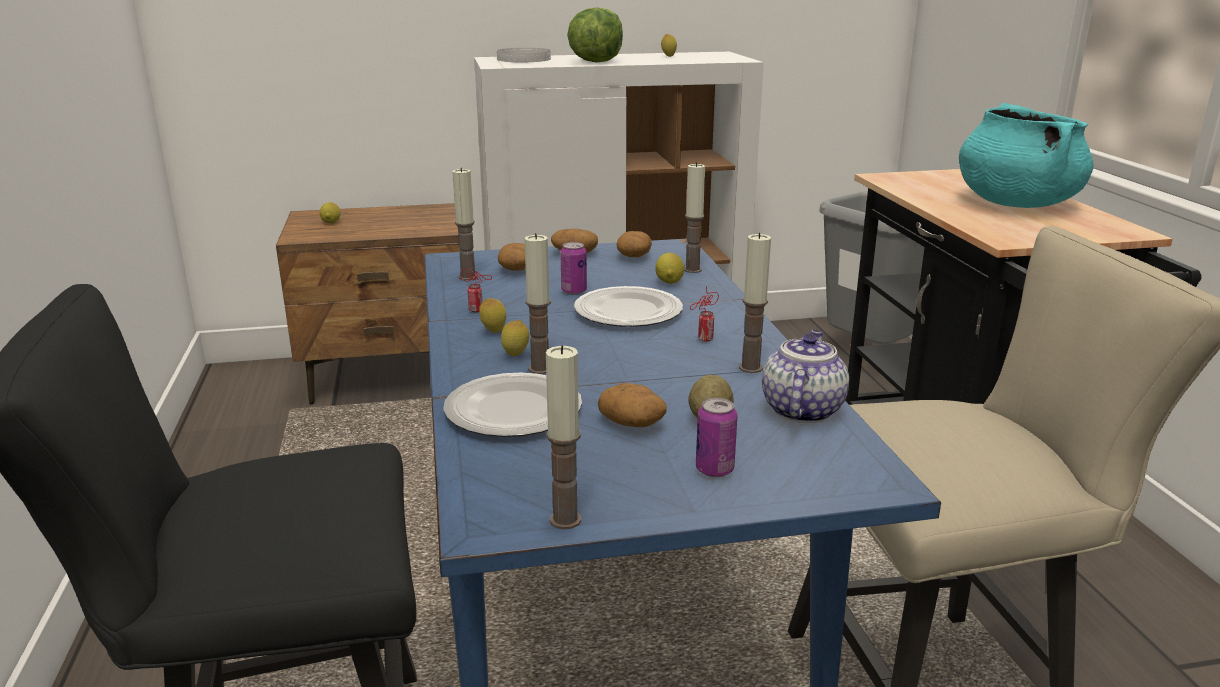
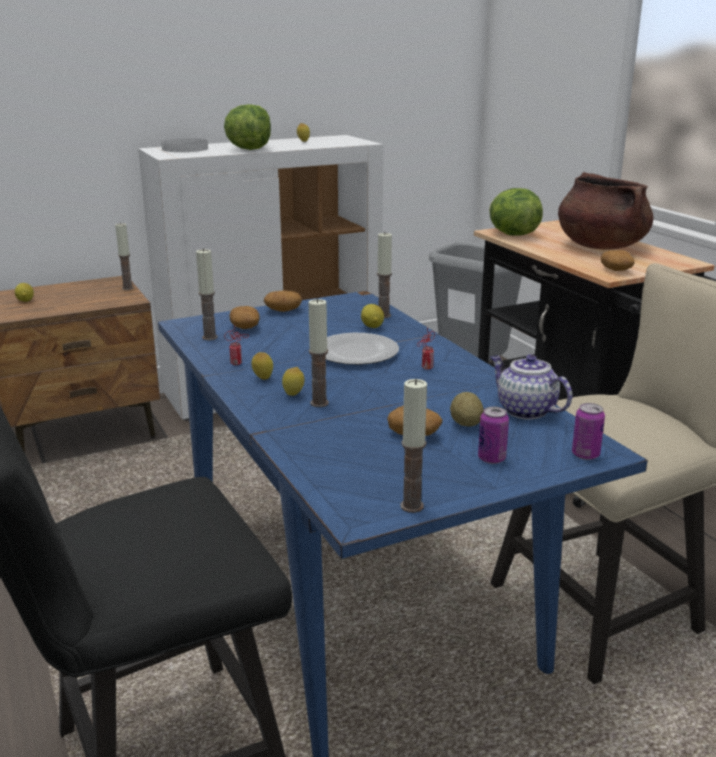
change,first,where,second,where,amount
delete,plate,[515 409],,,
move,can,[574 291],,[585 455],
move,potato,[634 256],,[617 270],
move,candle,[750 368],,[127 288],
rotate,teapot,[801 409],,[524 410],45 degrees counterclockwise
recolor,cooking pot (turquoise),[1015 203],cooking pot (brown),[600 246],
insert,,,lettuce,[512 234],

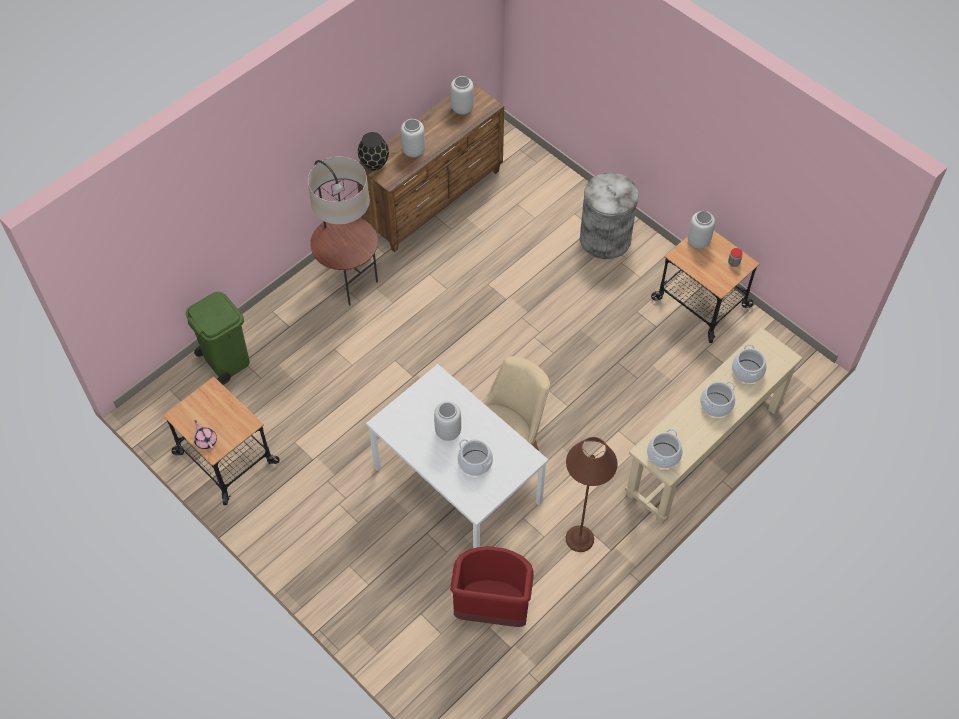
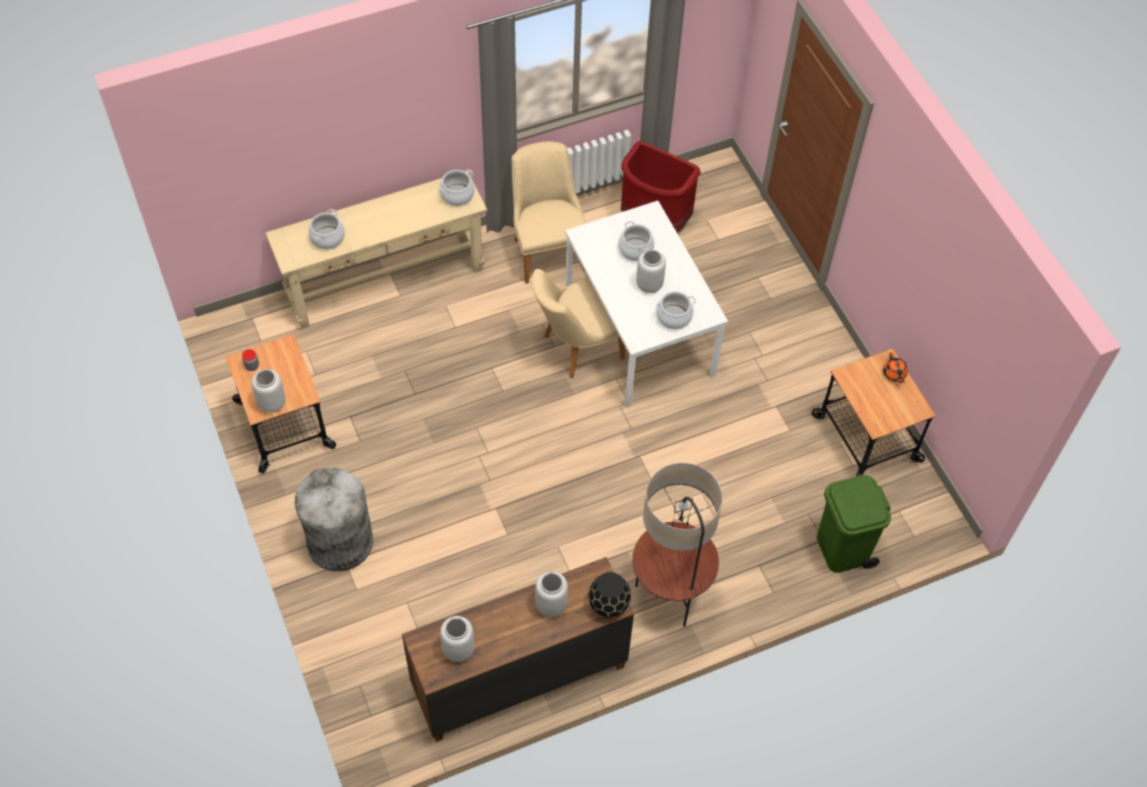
change,first,where,second,where,amount
recolor,teapot (pink),[206 440],teapot (orange),[894 374],
replace,floor lamp (brown),[579 539],chair (beige),[546 248],
move,cooking pot,[716 404],,[673 317],

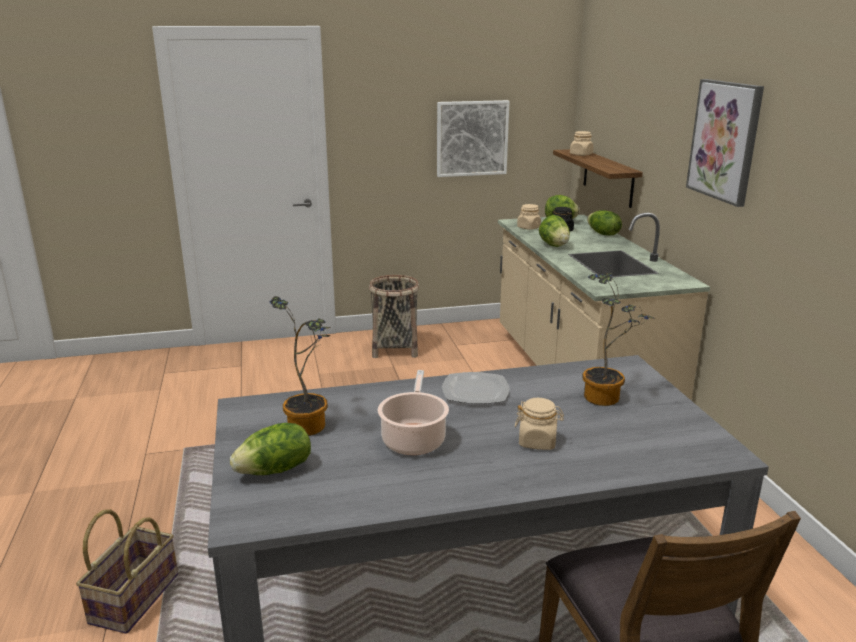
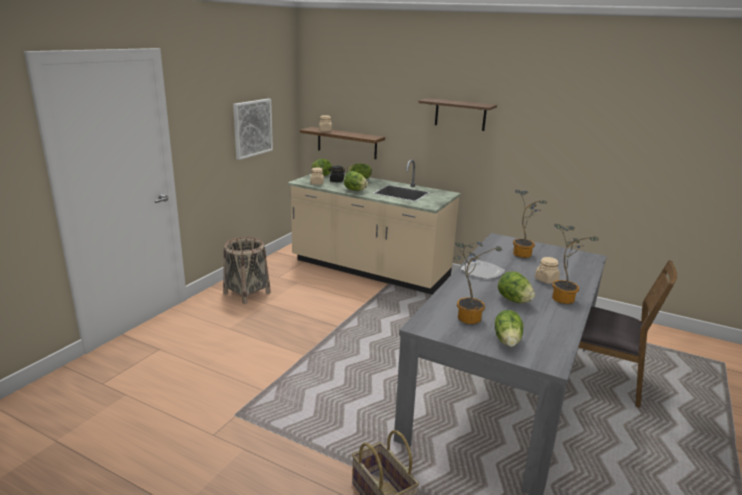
change,first,where,second,where,amount
replace,cooking pot,[414 439],lettuce,[513 300],
replace,picture,[725 141],shelf,[460 114],
insert,,,potted plant,[563 297],

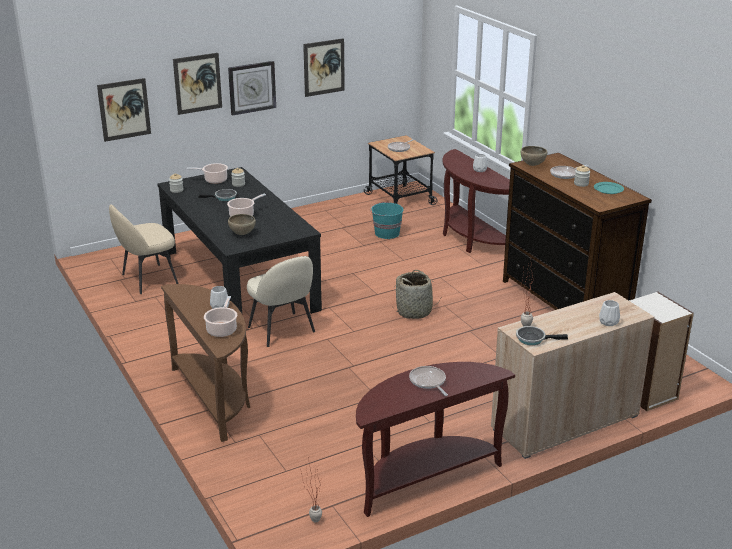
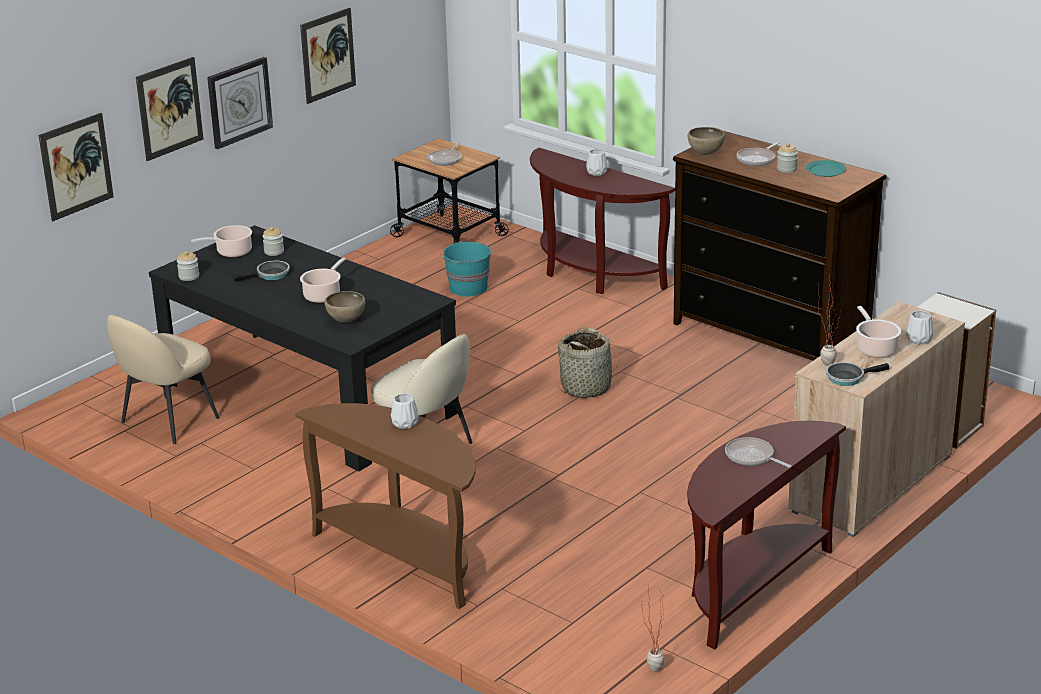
change,first,where,second,where,amount
move,cooking pot,[222 329],,[875 349],

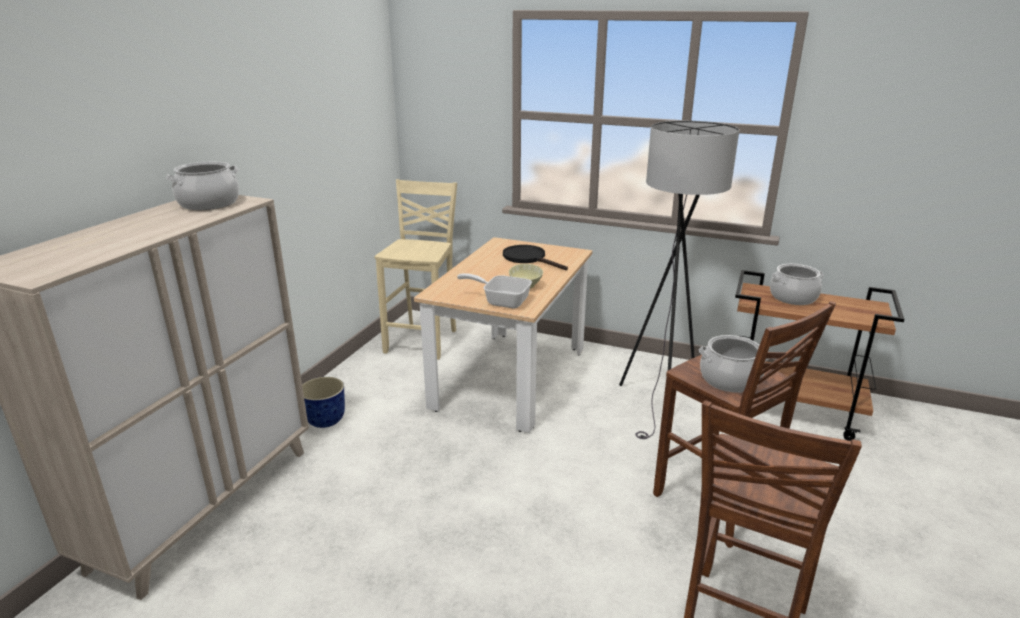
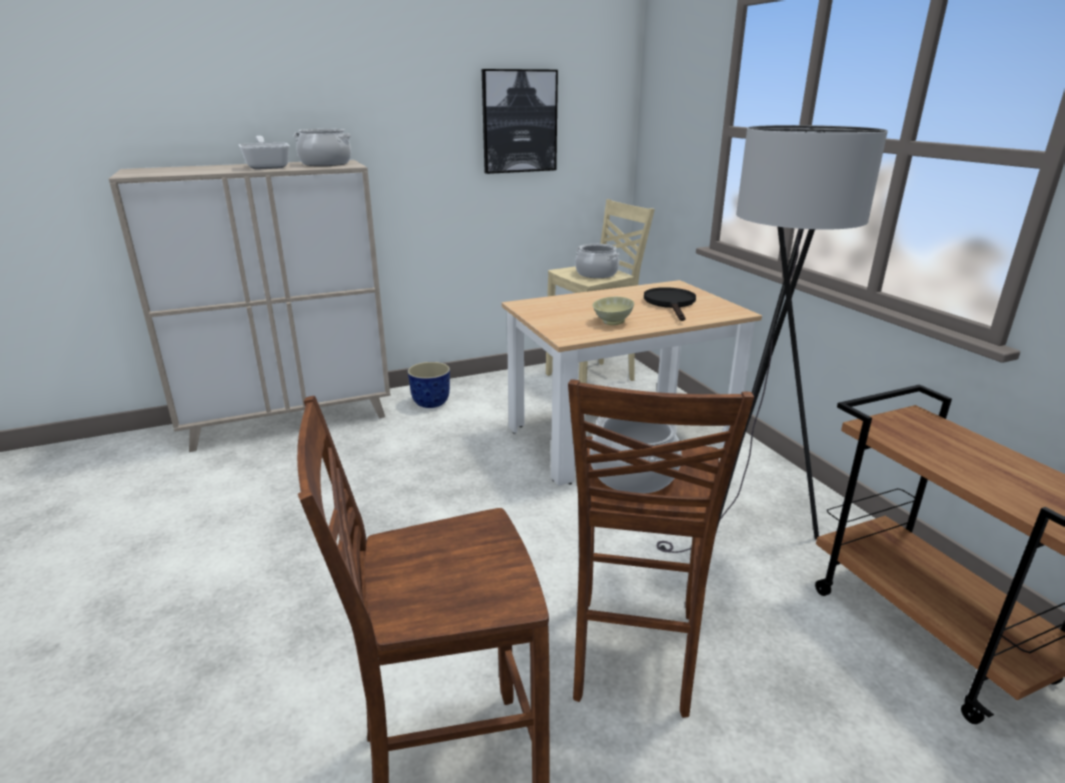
change,first,where,second,where,amount
move,frying pan,[501 301],,[268 167],
move,cooking pot,[793 297],,[596 274],
insert,,,picture,[519 121],

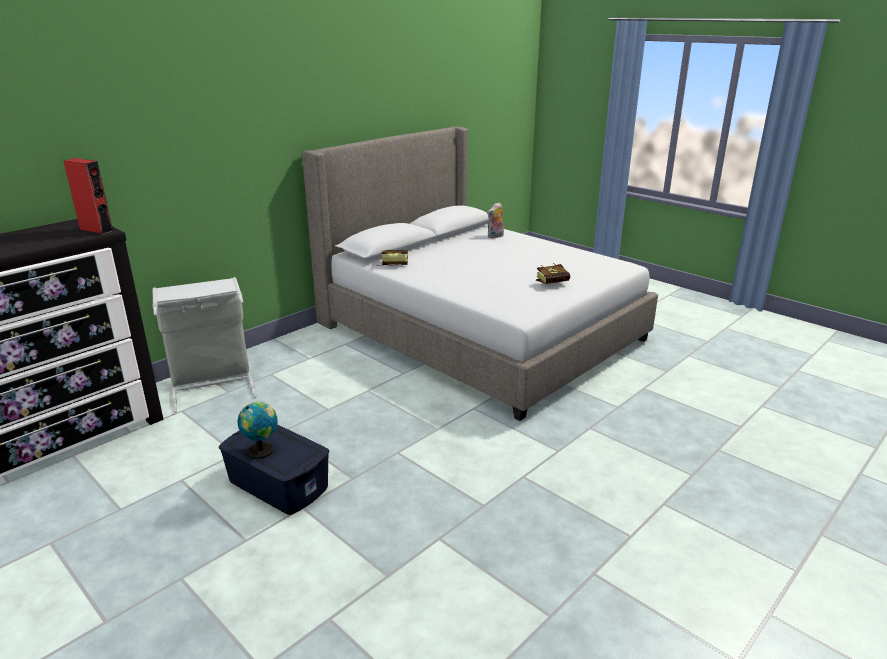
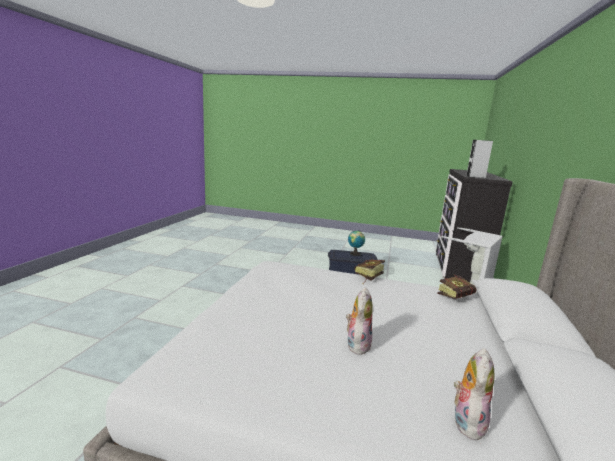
change,first,where,second,where,amount
recolor,speaker (red),[96 230],speaker (grey),[475 177],
move,book,[555 284],,[367 277],
insert,,,plush toy,[357 344],

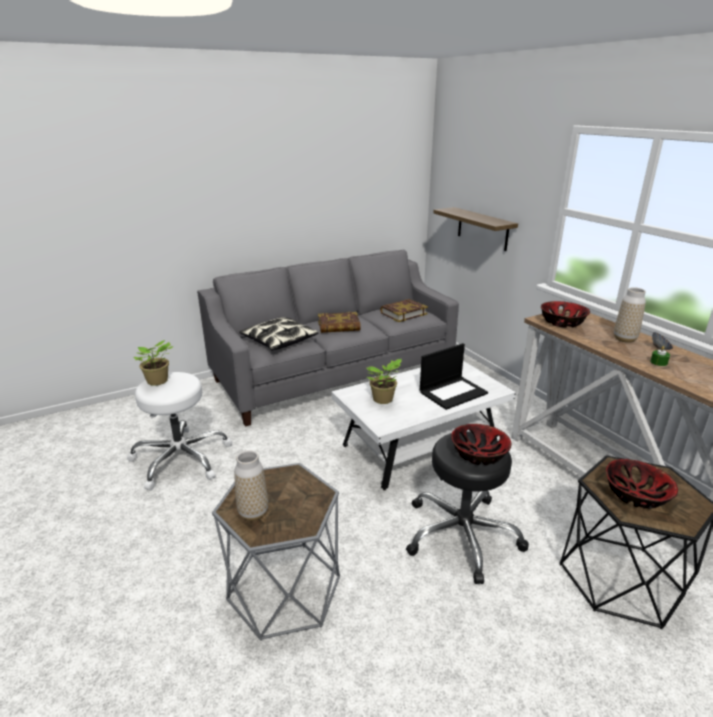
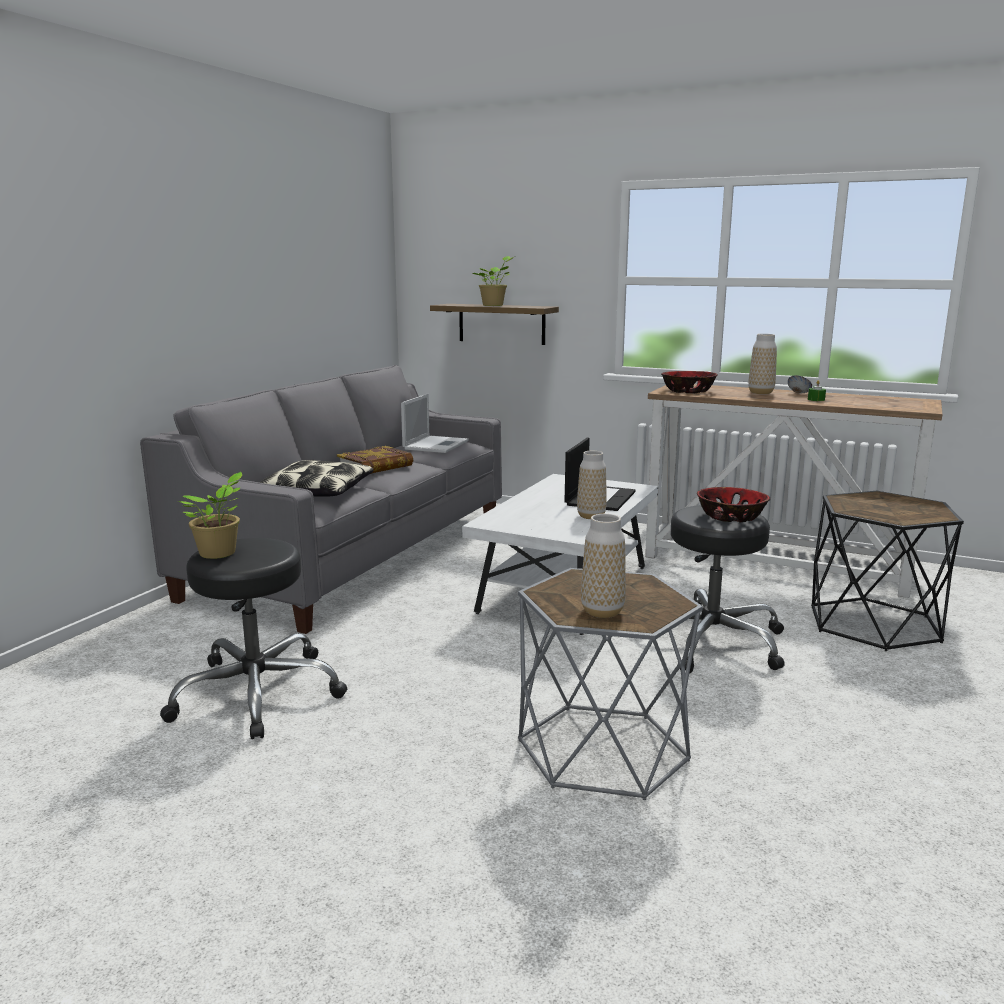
change,first,where,second,where,amount
recolor,stool (white),[181 459],stool (black),[257 693],
move,potted plant,[384 400],,[494 305],
replace,book,[403 313],laptop,[436 445],
delete,bowl,[636 495],,,
insert,,,vase,[591 516],

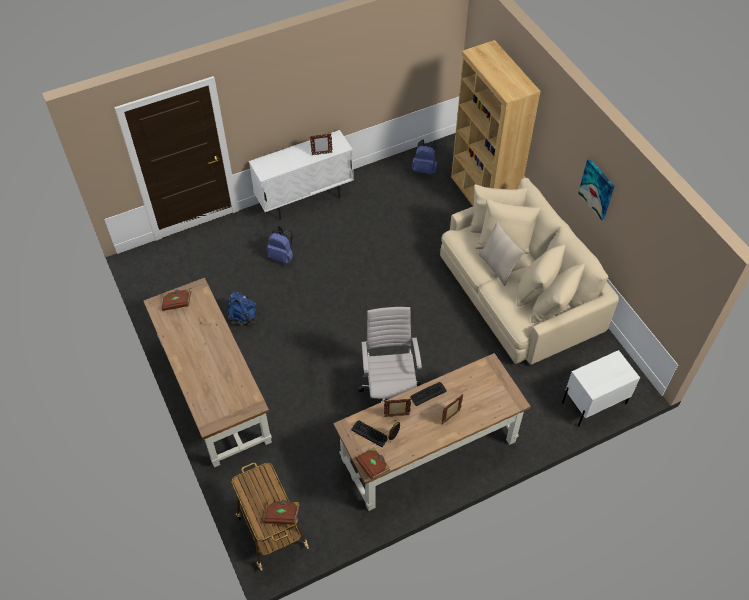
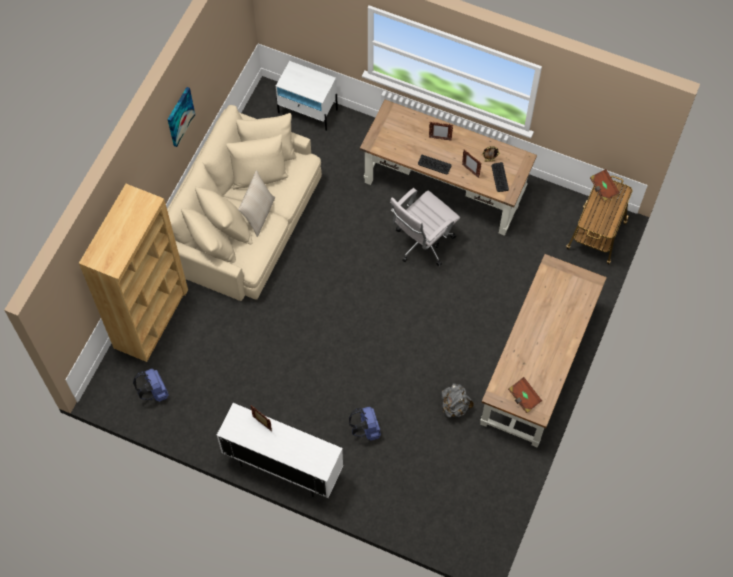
change,first,where,second,where,amount
recolor,backpack (blue),[242 316],backpack (grey),[454 406],
delete,book (brown),[373 466],,,

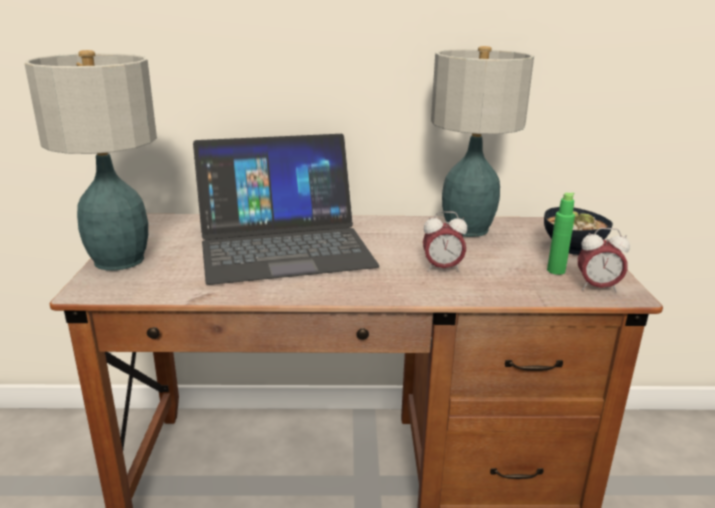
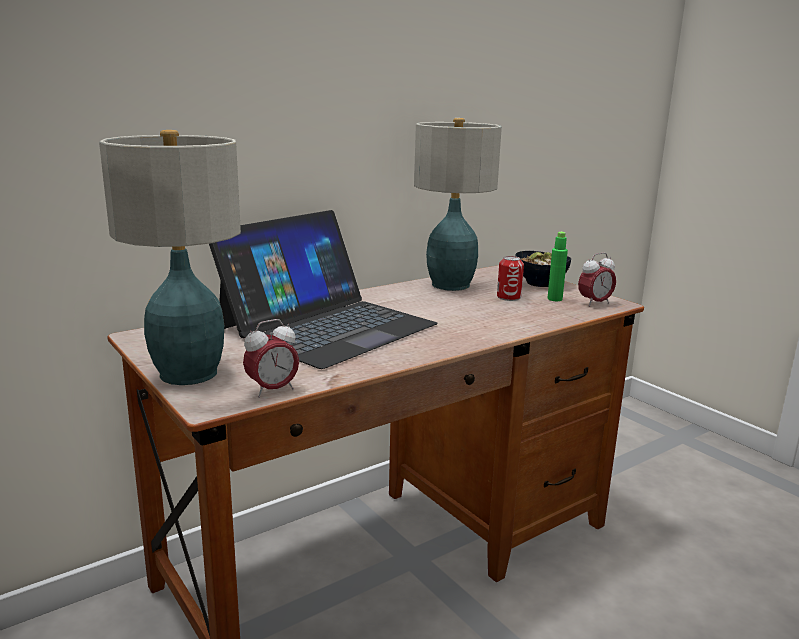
change,first,where,second,where,amount
move,alarm clock,[442 269],,[272 390],
insert,,,can,[508 297],

